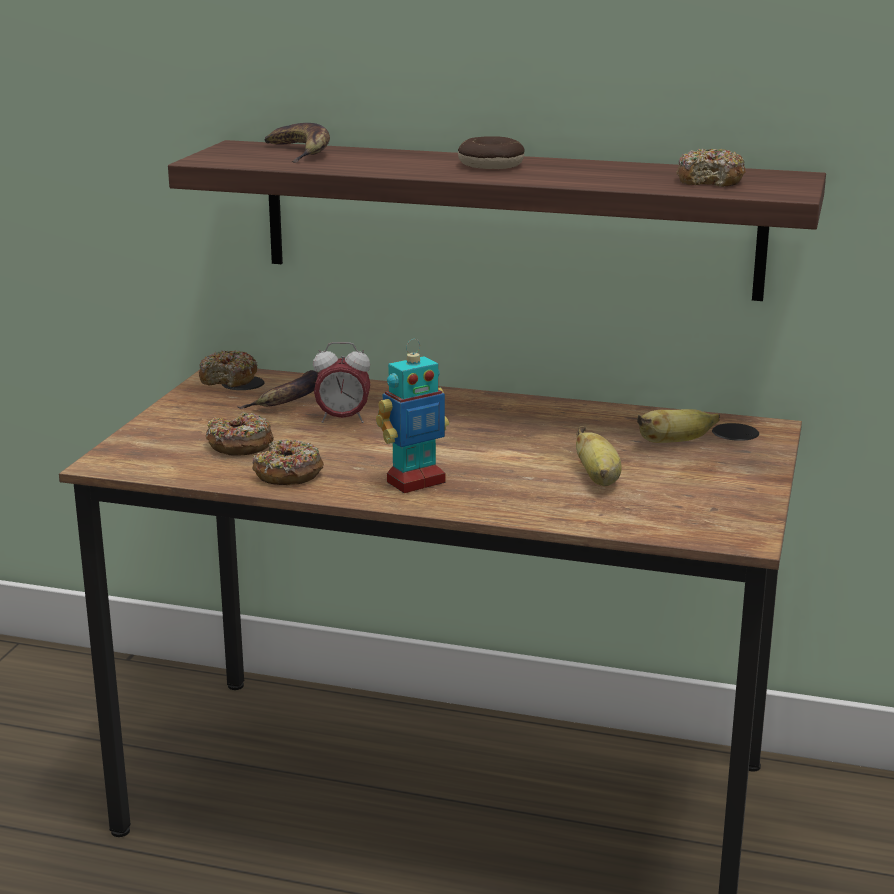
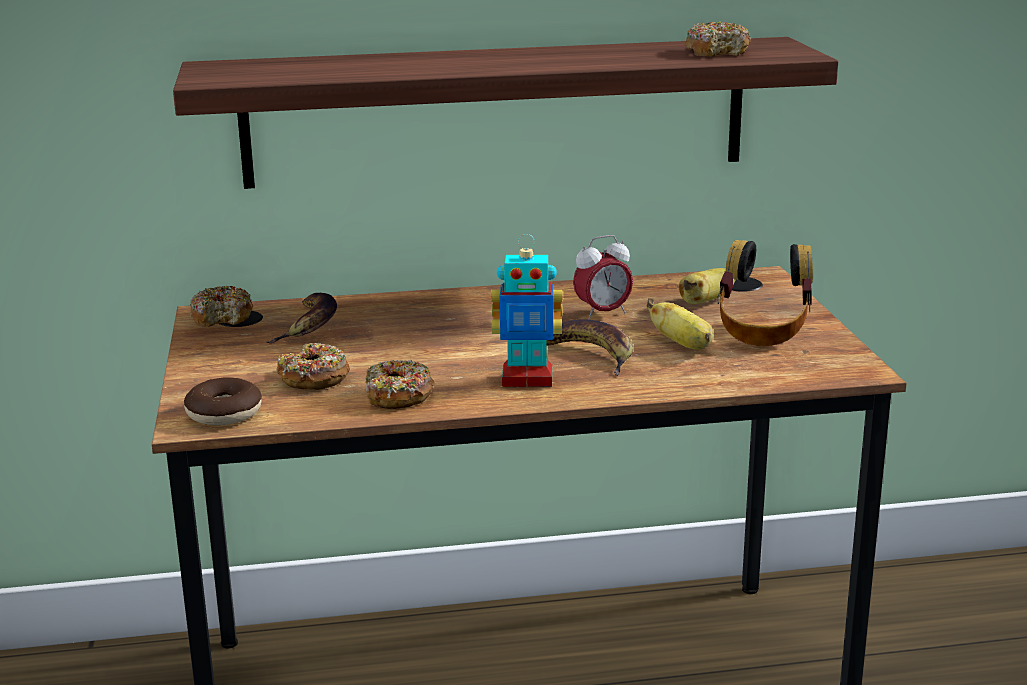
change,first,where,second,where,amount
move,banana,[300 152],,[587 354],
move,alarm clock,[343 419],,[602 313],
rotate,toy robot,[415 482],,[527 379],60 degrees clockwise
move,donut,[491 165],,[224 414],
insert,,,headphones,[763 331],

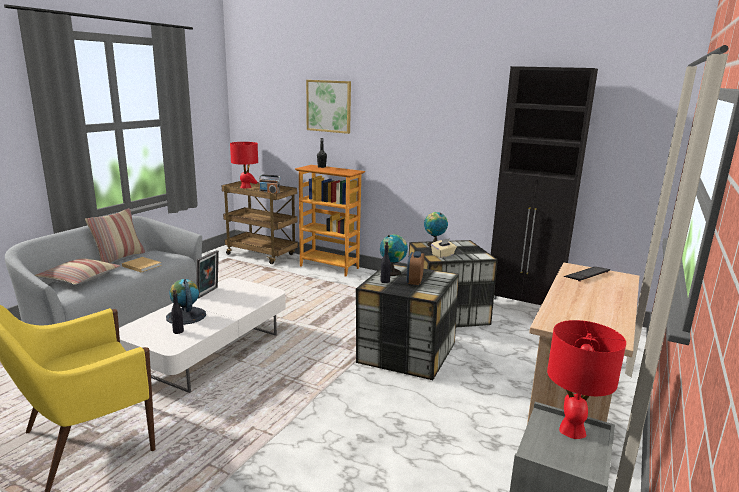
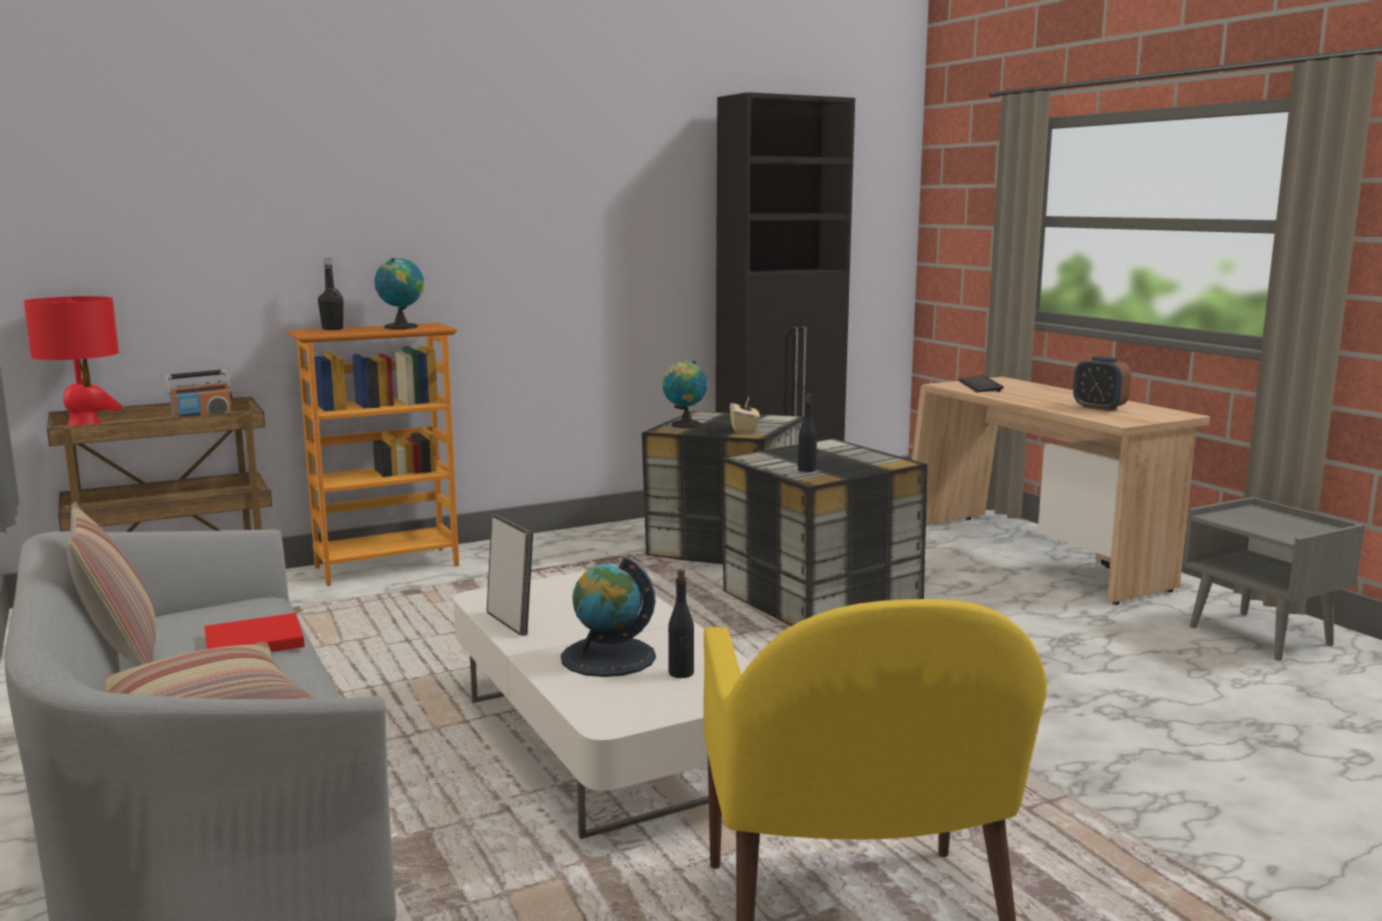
change,first,where,second,where,amount
recolor,book (beige),[141 265],book (red),[250 641],
delete,picture,[329 106],,,
move,globe,[392 272],,[402 327],
move,alarm clock,[414 281],,[1099 408],
delete,table lamp (red),[572 430],,,

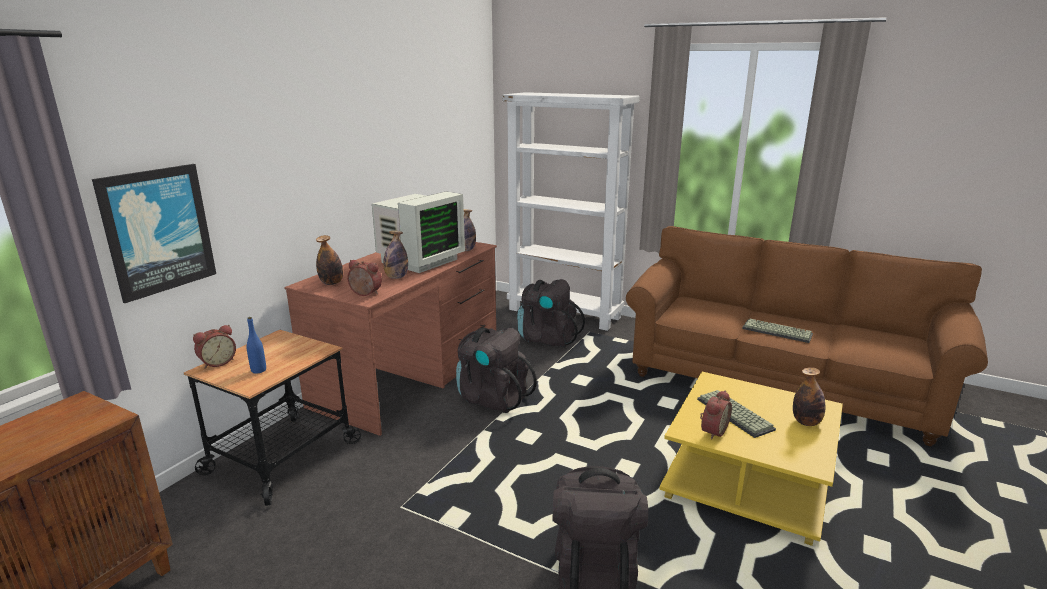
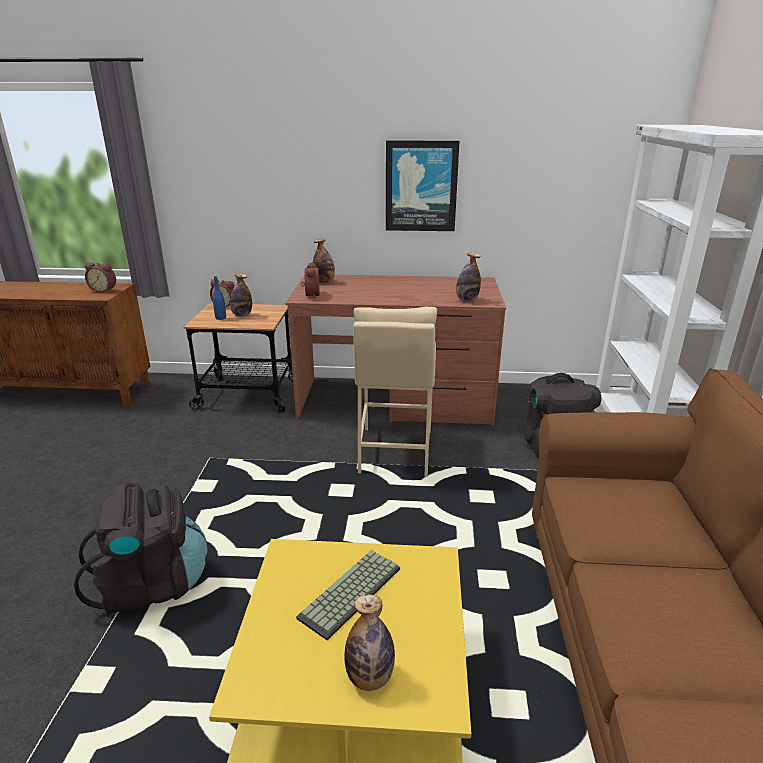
change,first,where,second,where,amount
move,picture,[158 230],,[421 186],
delete,monitor,[419 261],,,
move,bottle,[396 277],,[242 315],
replace,backpack (black),[492 398],stool (beige),[394 451],
move,alarm clock,[712 431],,[104 290],
delete,keyboard,[776 332],,,

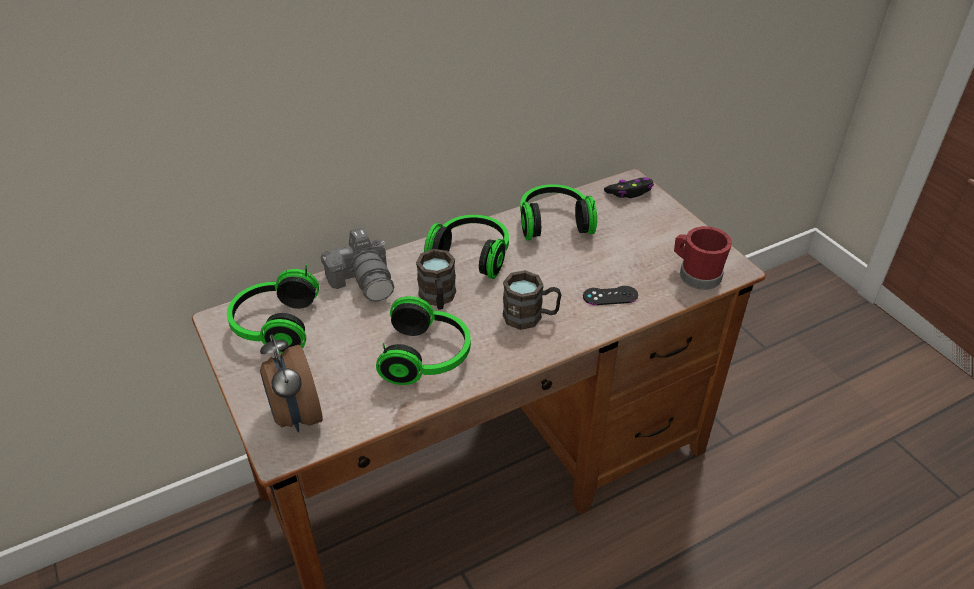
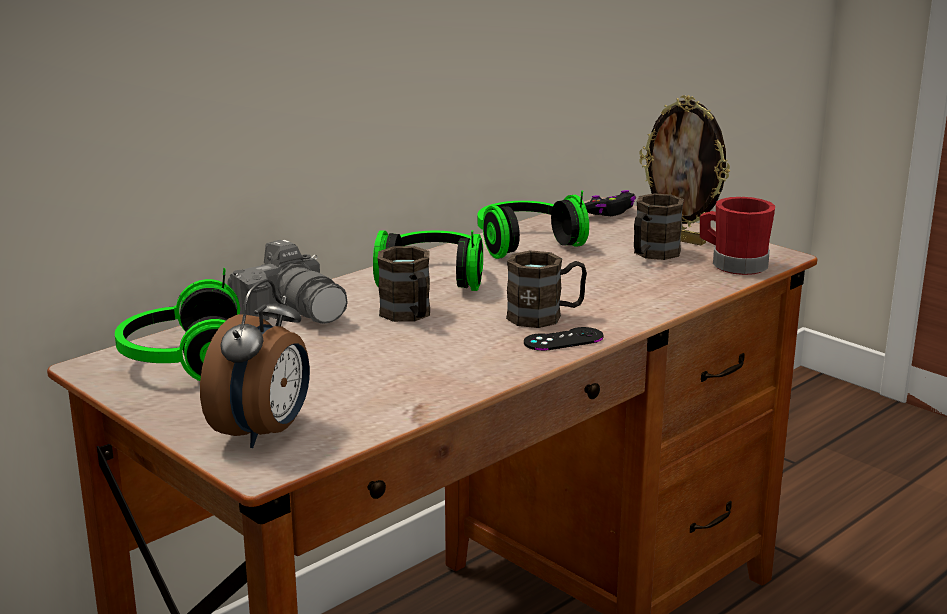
change,first,where,second,where,amount
rotate,alarm clock,[295 416],,[264 433],120 degrees counterclockwise
delete,headphones,[427 357],,,
move,game controller (black),[610 296],,[563 340],
insert,,,mug (brown),[652 254],
insert,,,picture frame,[680 239],

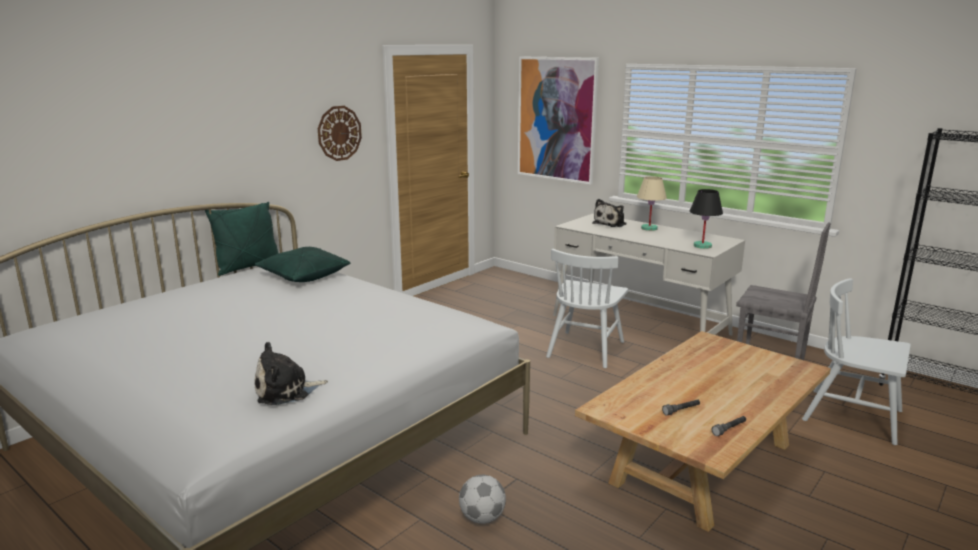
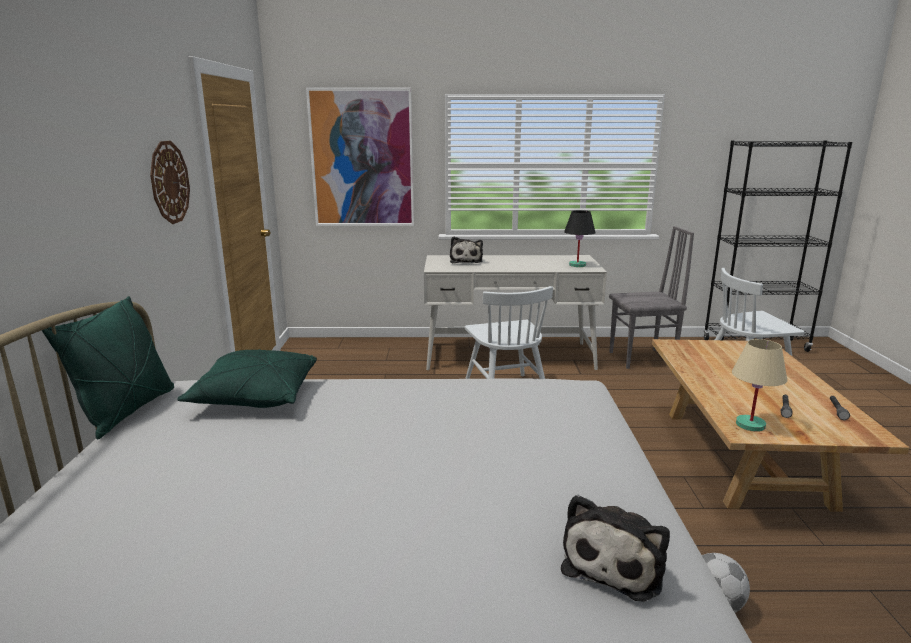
change,first,where,second,where,amount
move,table lamp (beige),[649 228],,[750 425],

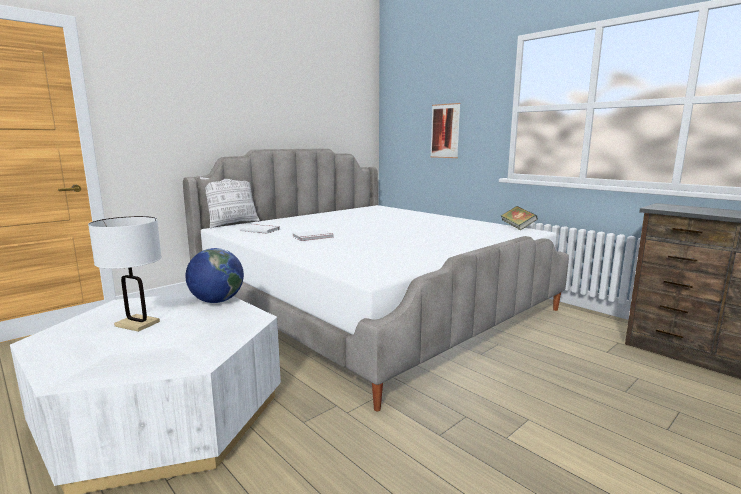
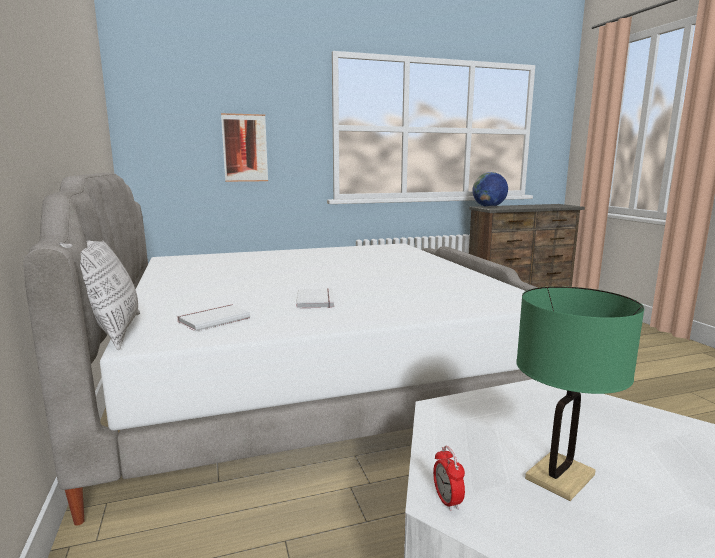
change,first,where,second,where,amount
recolor,table lamp (white),[137 324],table lamp (green),[560 477],
move,globe,[217 301],,[489 207],
delete,book,[517 227],,,
insert,,,alarm clock,[447 501],

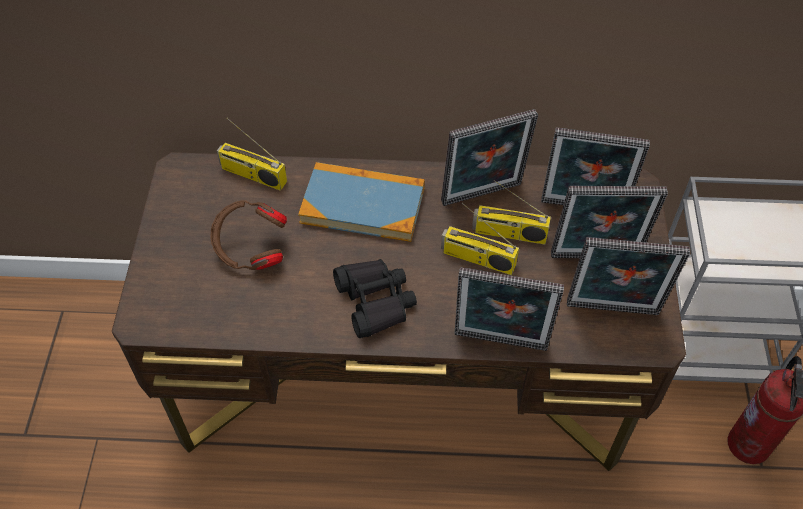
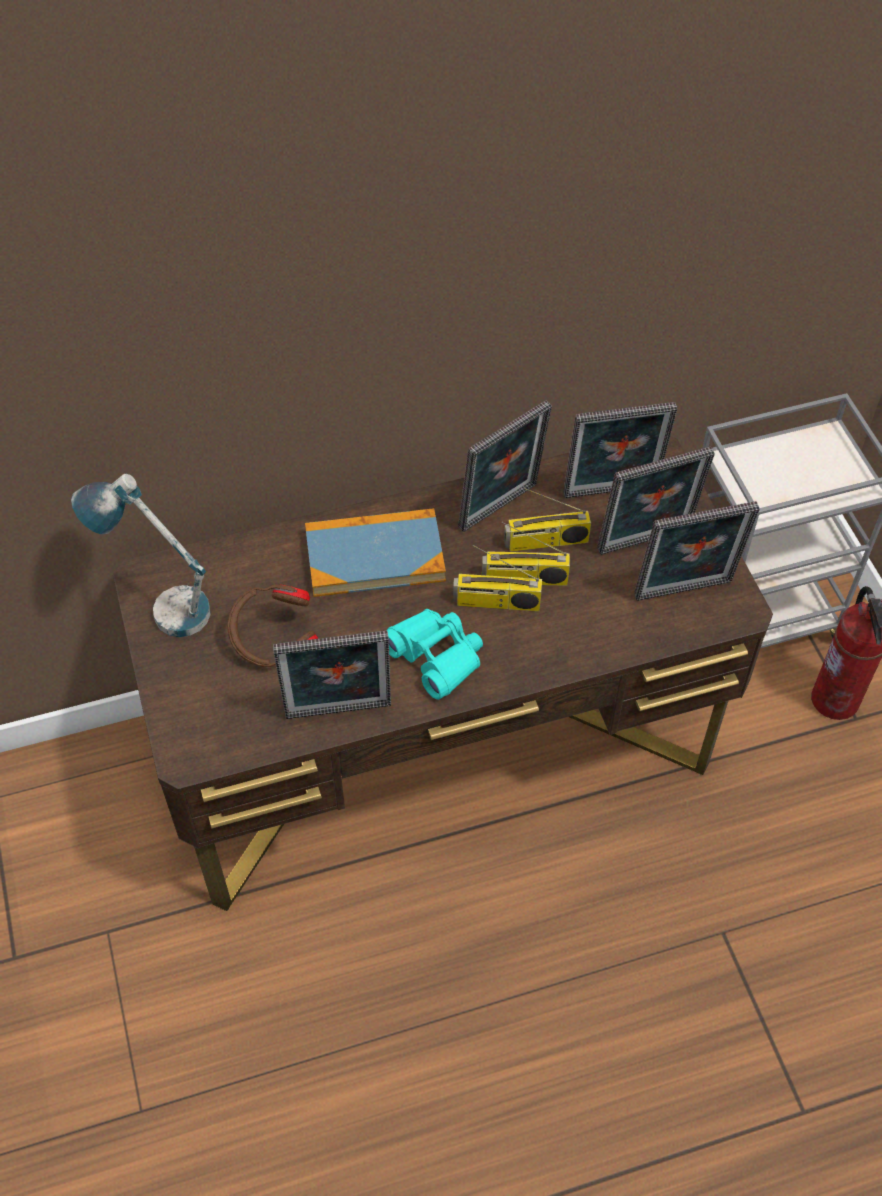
change,first,where,second,where,amount
move,radio,[252 175],,[496 603],
recolor,binoculars (black),[375 302],binoculars (turquoise),[436 657],
move,picture frame,[500 344],,[339 714],
insert,,,table lamp,[160 605],

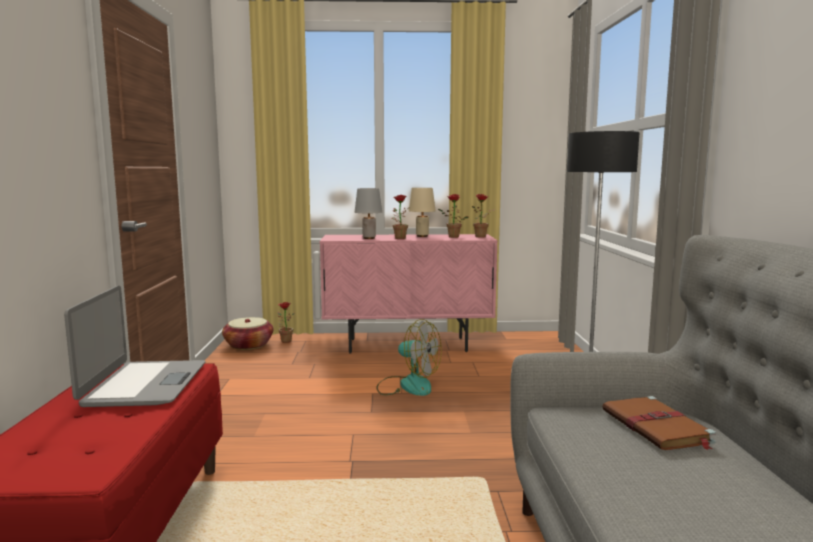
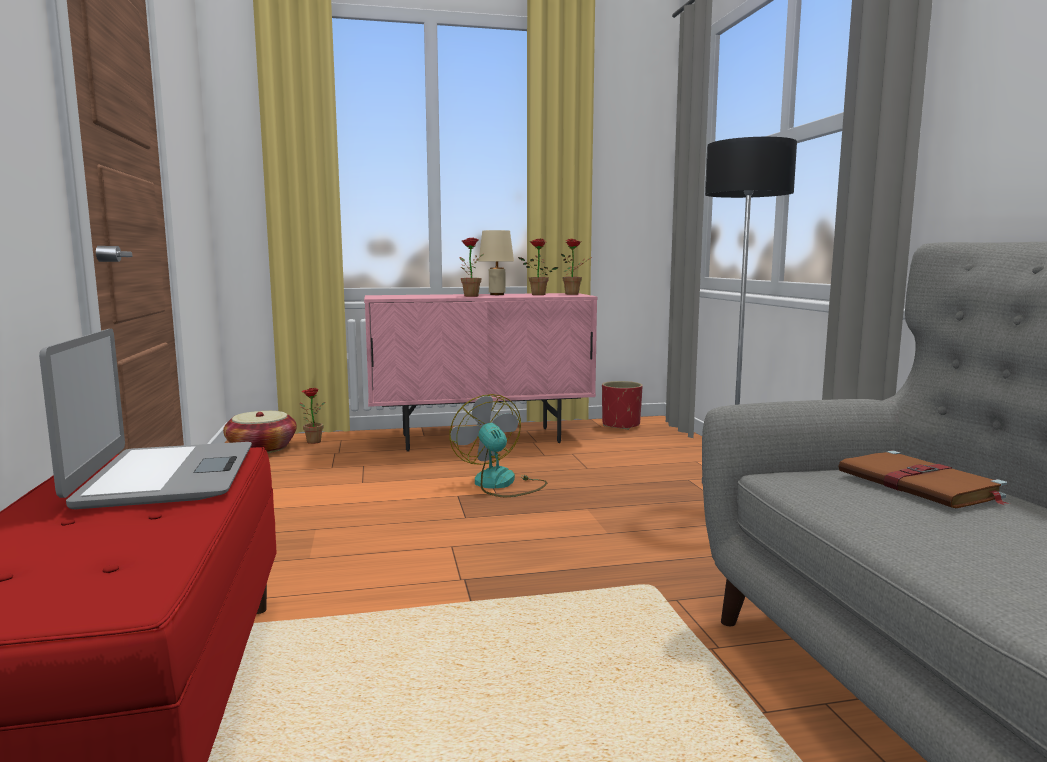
change,first,where,second,where,amount
delete,table lamp (grey),[369 238],,,
rotate,fan,[407 385],,[501 484],135 degrees counterclockwise
insert,,,planter (red),[621 425],

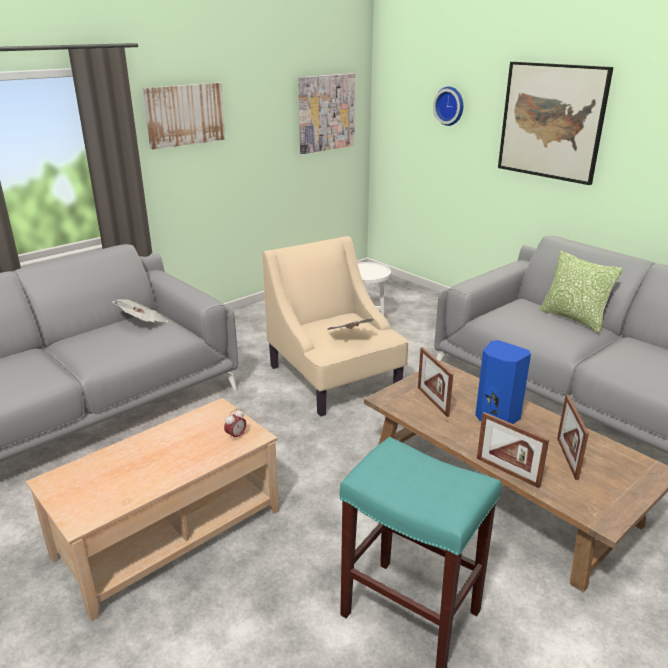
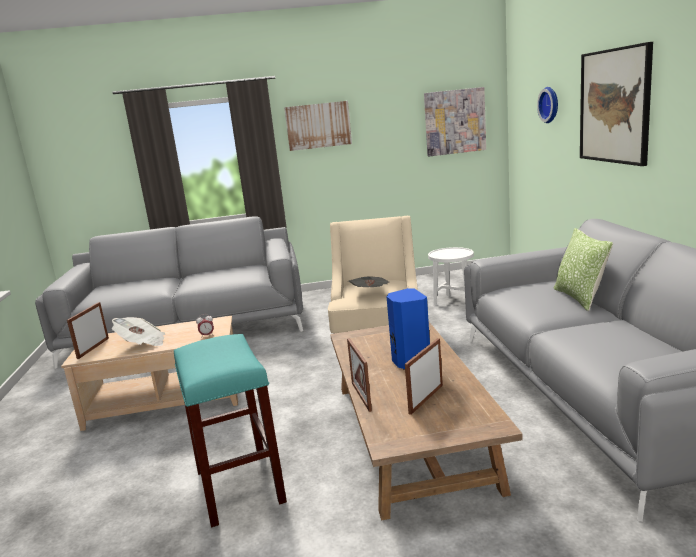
change,first,where,second,where,amount
move,newspaper,[143 323],,[142 344],
move,picture frame,[432 401],,[93 348],

